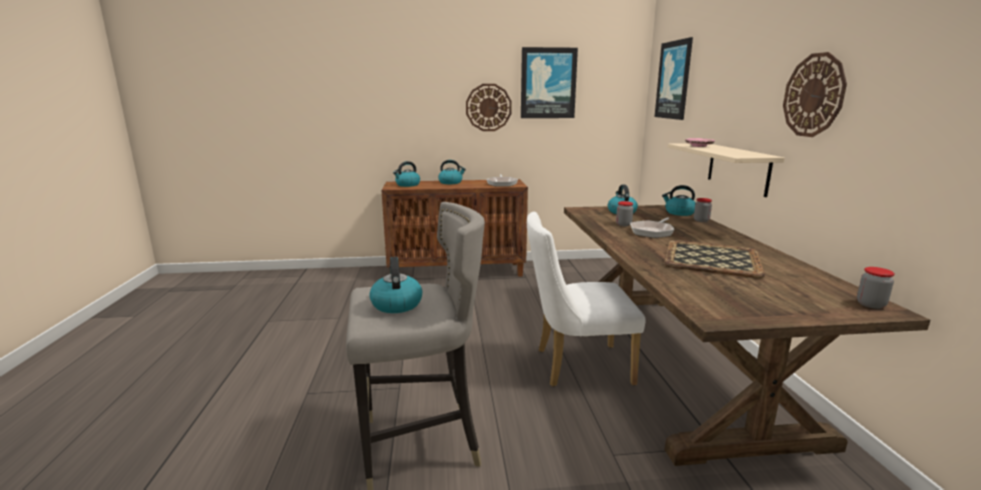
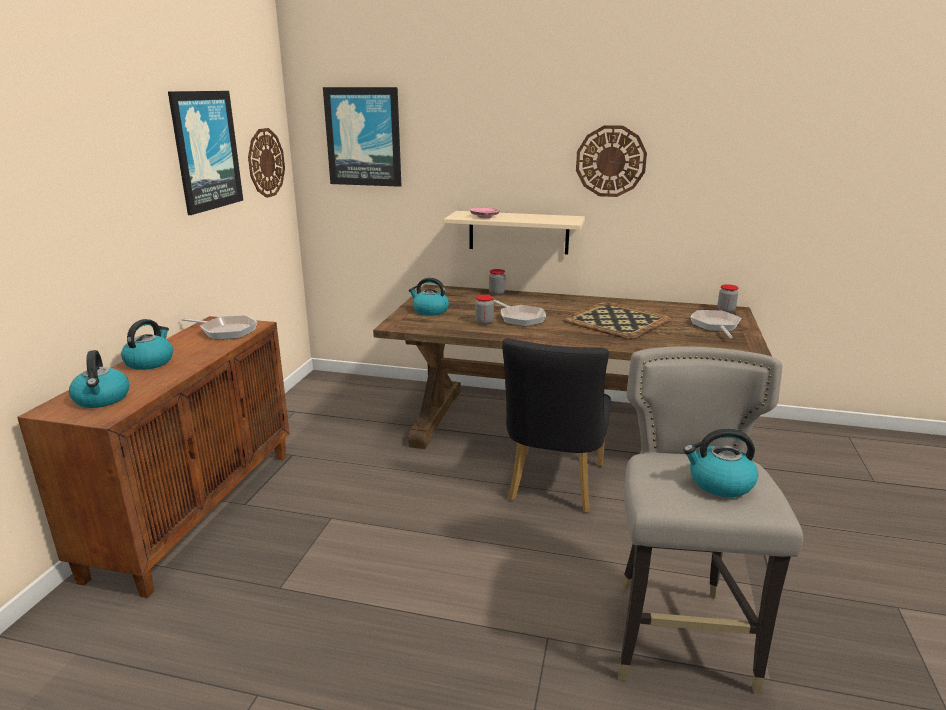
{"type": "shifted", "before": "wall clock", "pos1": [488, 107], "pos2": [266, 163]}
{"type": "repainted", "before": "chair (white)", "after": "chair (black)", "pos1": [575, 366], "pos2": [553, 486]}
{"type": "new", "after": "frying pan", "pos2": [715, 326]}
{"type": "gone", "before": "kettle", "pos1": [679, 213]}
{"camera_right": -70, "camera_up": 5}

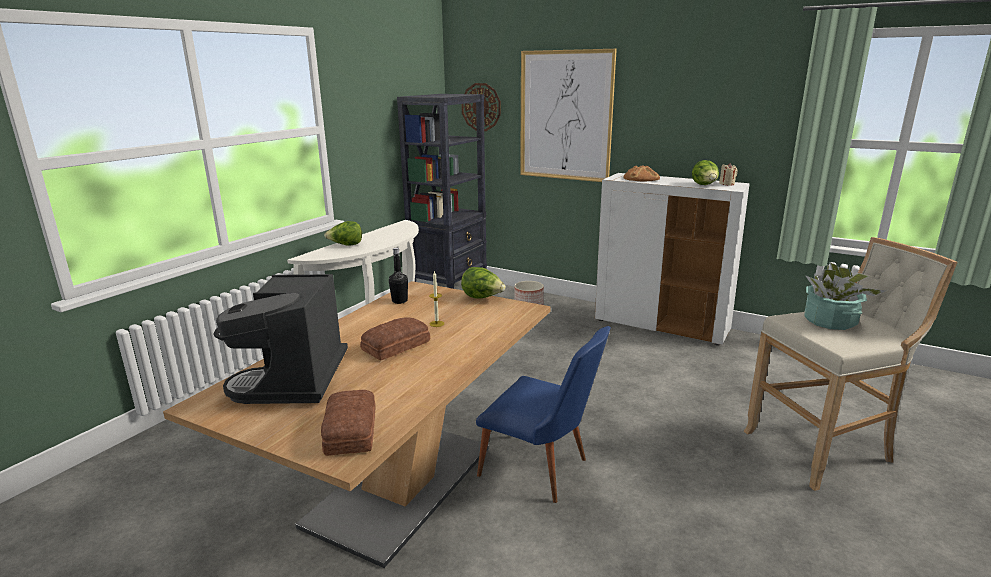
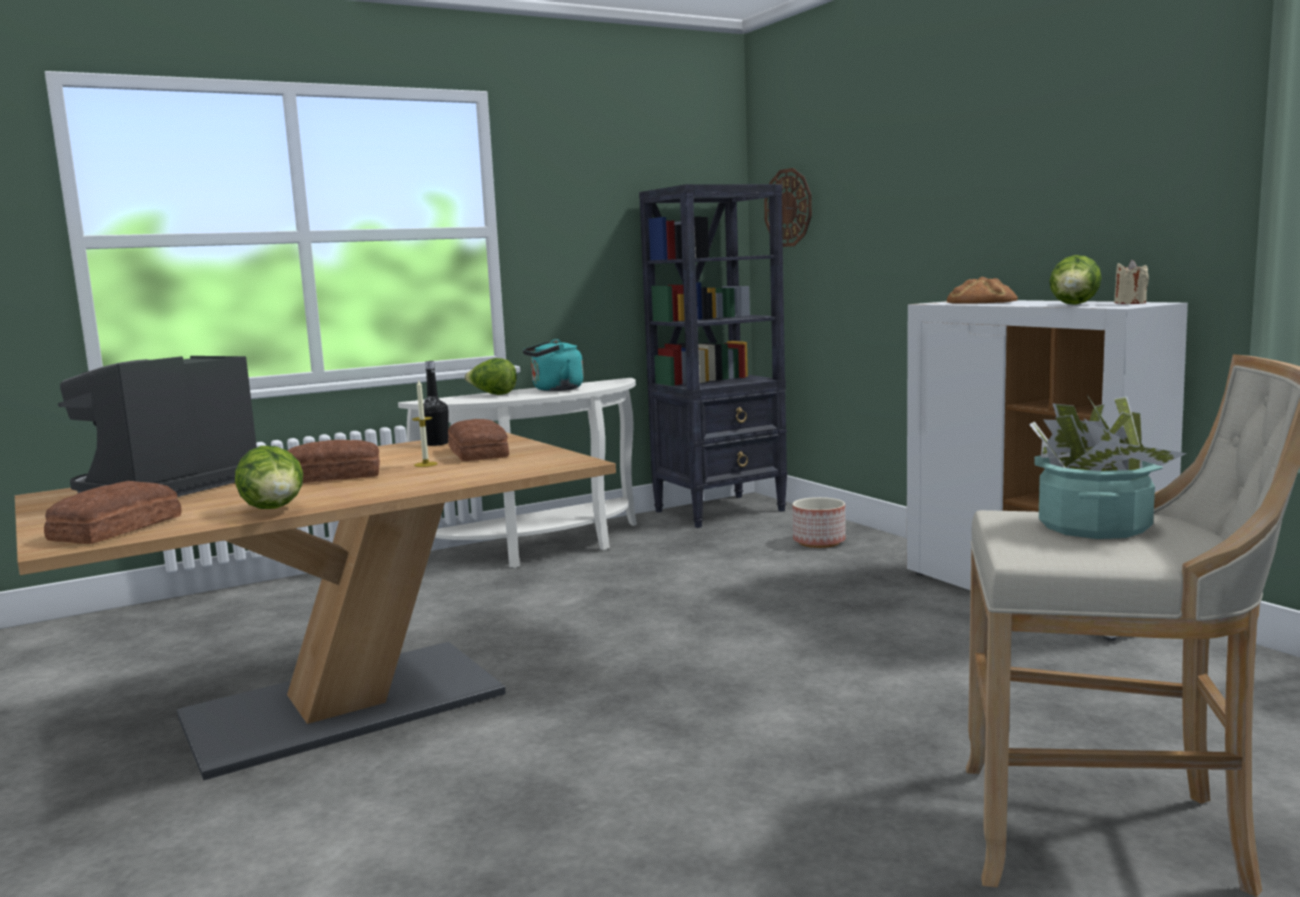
{"type": "shifted", "before": "lettuce", "pos1": [482, 298], "pos2": [275, 510]}
{"type": "new", "after": "bread", "pos2": [479, 452]}
{"type": "new", "after": "kettle (turquoise)", "pos2": [554, 389]}
{"type": "gone", "before": "chair (blue)", "pos1": [542, 471]}
{"type": "gone", "before": "picture", "pos1": [565, 116]}
{"camera_right": 30, "camera_up": -10}

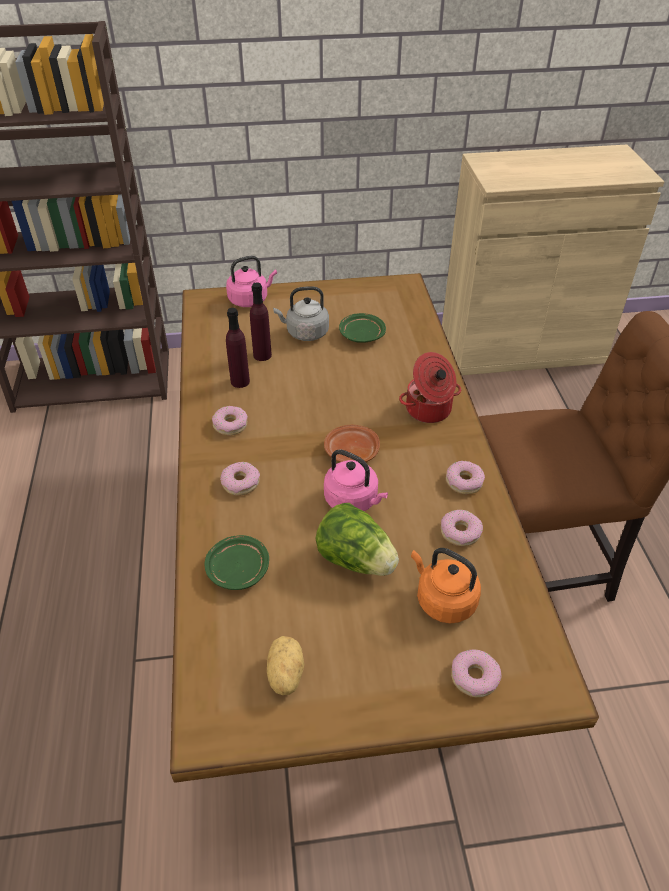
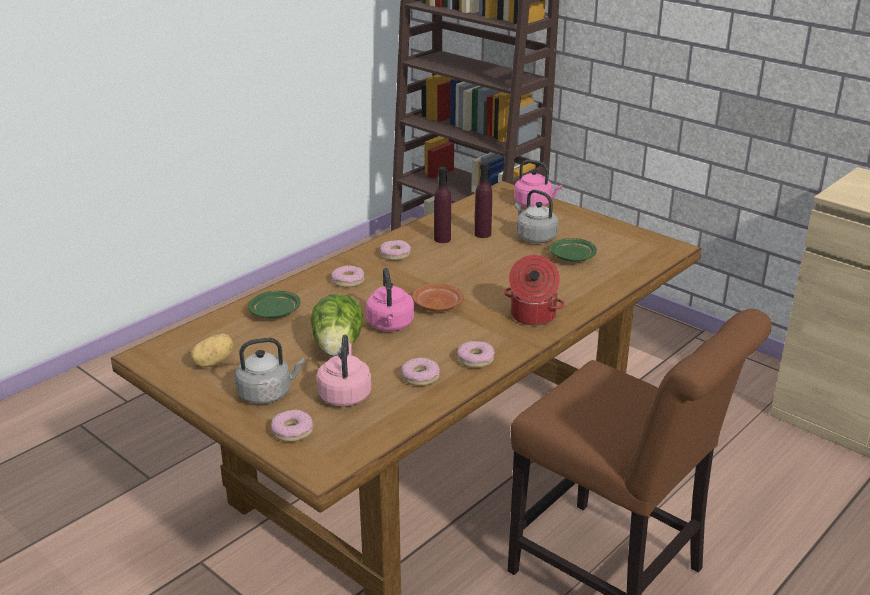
{"type": "new", "after": "kettle (grey)", "pos2": [268, 393]}
{"type": "repainted", "before": "kettle (orange)", "after": "kettle (pink)", "pos1": [443, 600], "pos2": [345, 394]}
{"camera_right": 50, "camera_up": -15}

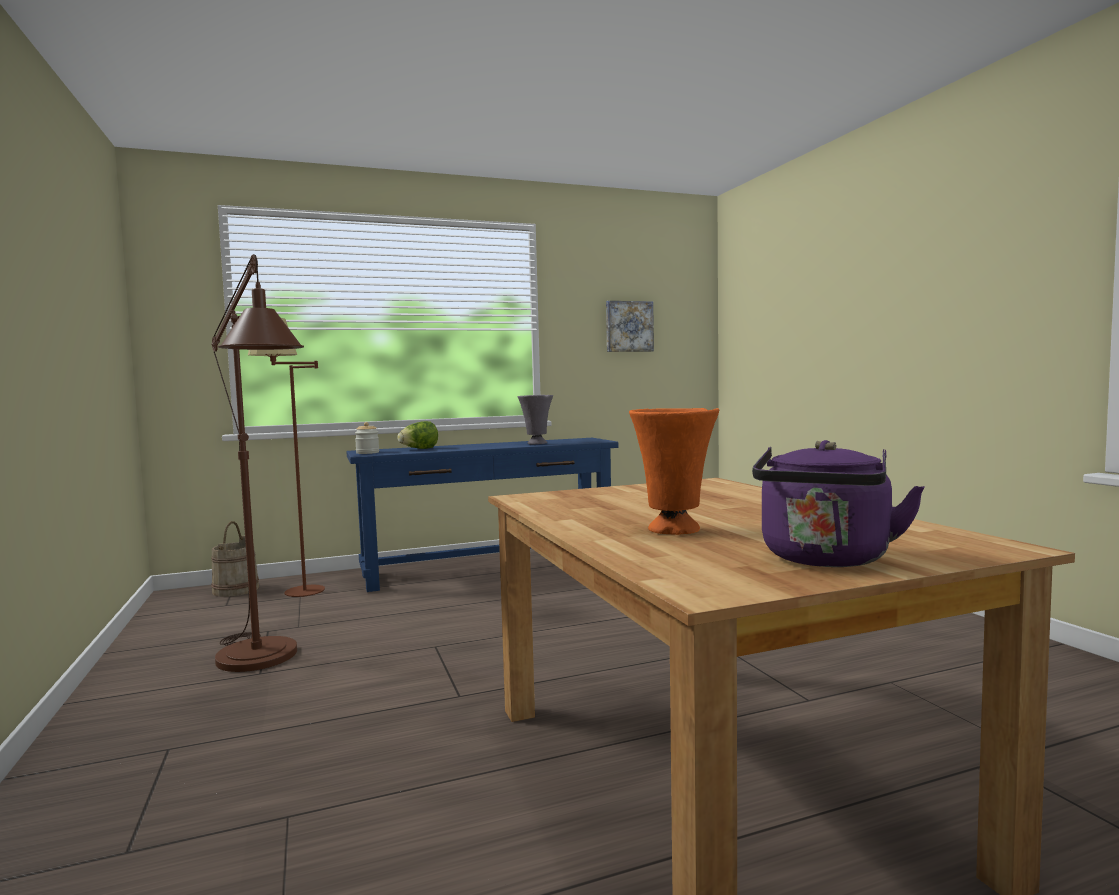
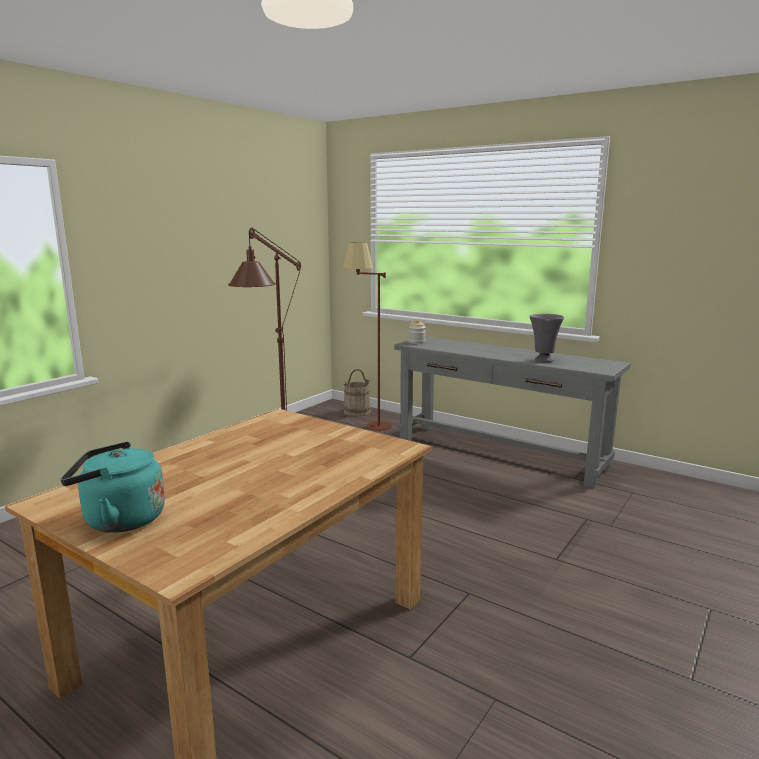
{"type": "repainted", "before": "kettle (purple)", "after": "kettle (turquoise)", "pos1": [825, 560], "pos2": [119, 520]}
{"type": "repainted", "before": "console table (blue)", "after": "console table (grey)", "pos1": [489, 568], "pos2": [499, 453]}
{"type": "gone", "before": "lettuce", "pos1": [419, 449]}
{"type": "gone", "before": "picture", "pos1": [628, 326]}
{"type": "gone", "before": "vase (orange)", "pos1": [675, 530]}
{"camera_right": 55, "camera_up": 10}

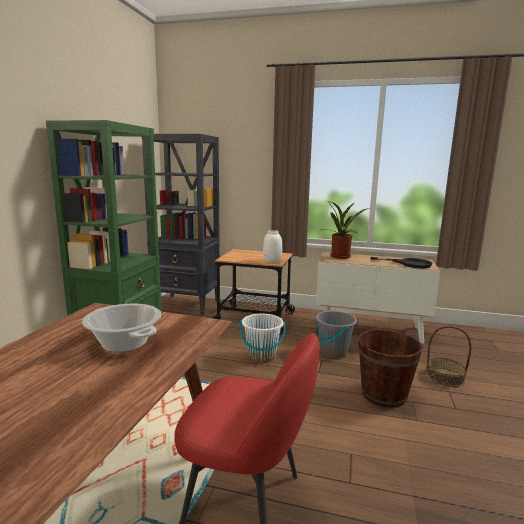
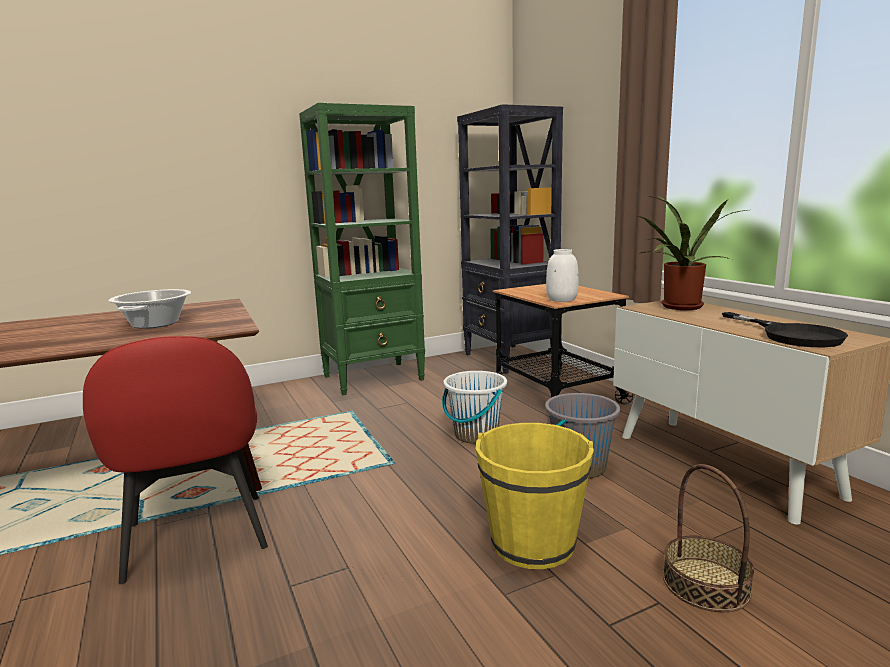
{"type": "repainted", "before": "bucket (brown)", "after": "bucket (yellow)", "pos1": [384, 394], "pos2": [533, 543]}
{"camera_right": 50, "camera_up": 0}

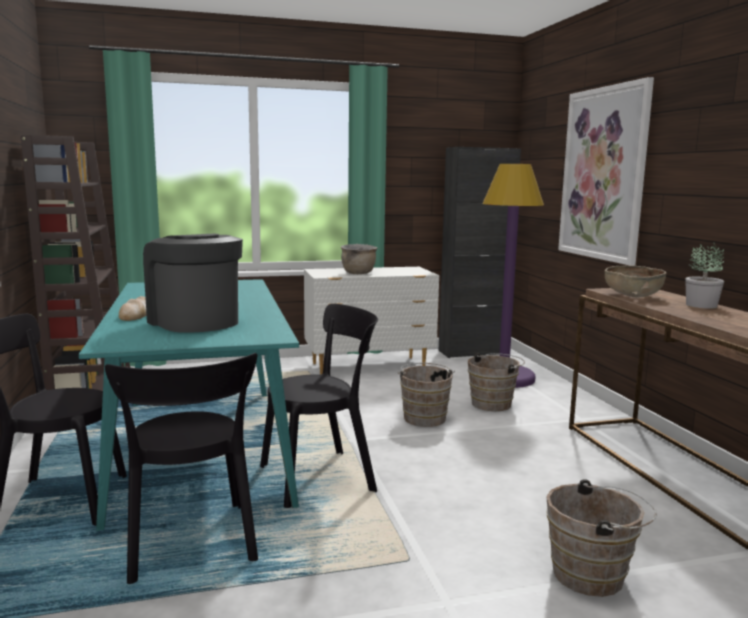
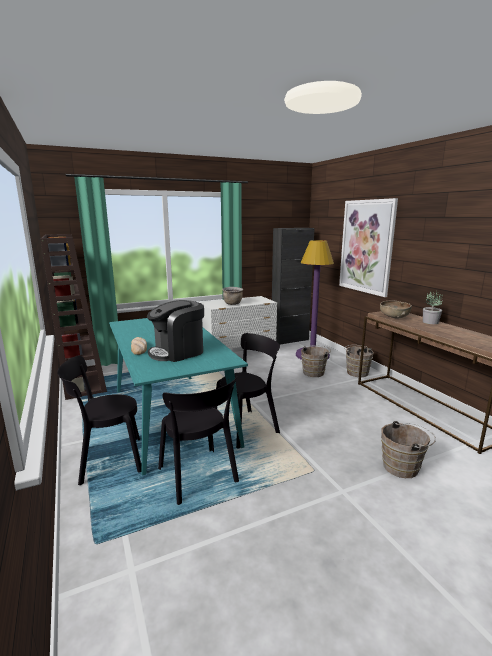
{"type": "rotated", "before": "coffee machine", "pos1": [194, 321], "pos2": [178, 352], "turn": -75}
{"type": "shifted", "before": "bucket (brown)", "pos1": [424, 417], "pos2": [356, 372]}
{"camera_right": -10, "camera_up": 5}

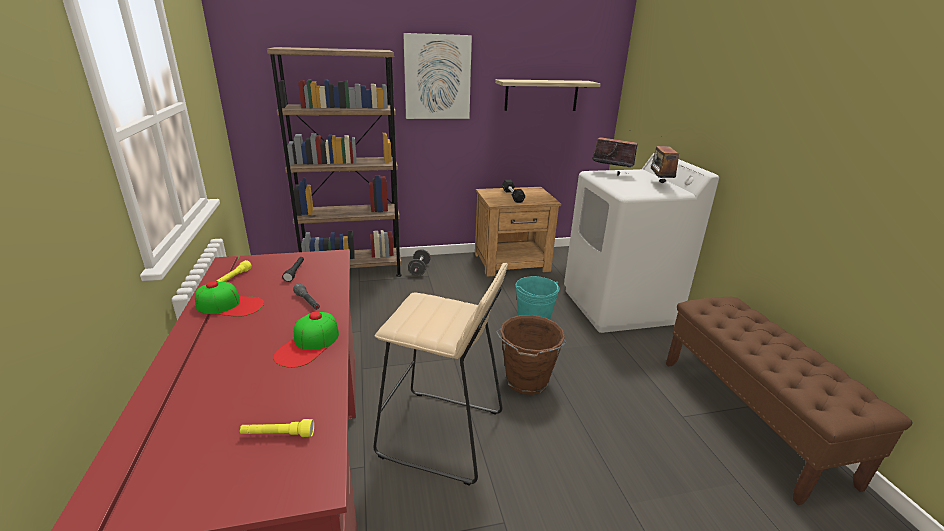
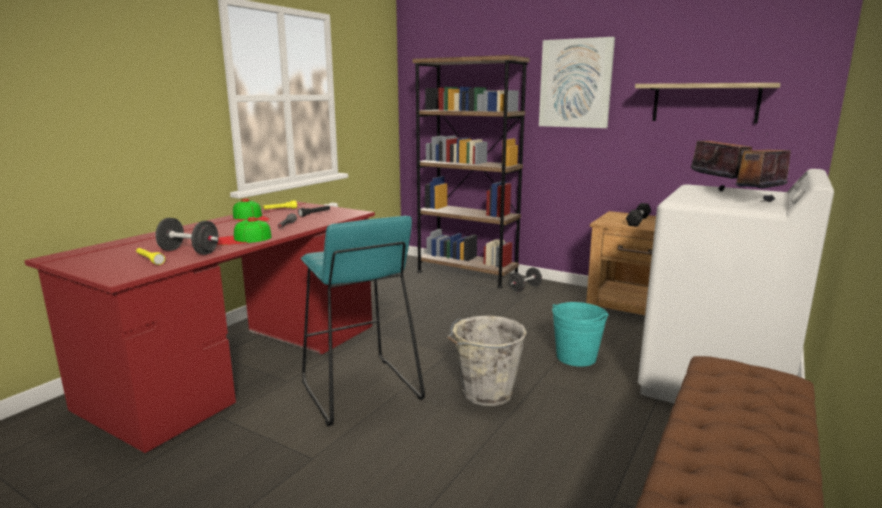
{"type": "new", "after": "dumbbell (black)", "pos2": [189, 252]}
{"type": "repainted", "before": "stool (beige)", "after": "stool (turquoise)", "pos1": [442, 435], "pos2": [359, 391]}
{"type": "repainted", "before": "bucket (brown)", "after": "bucket (grey)", "pos1": [526, 382], "pos2": [485, 393]}
{"camera_right": 45, "camera_up": -10}

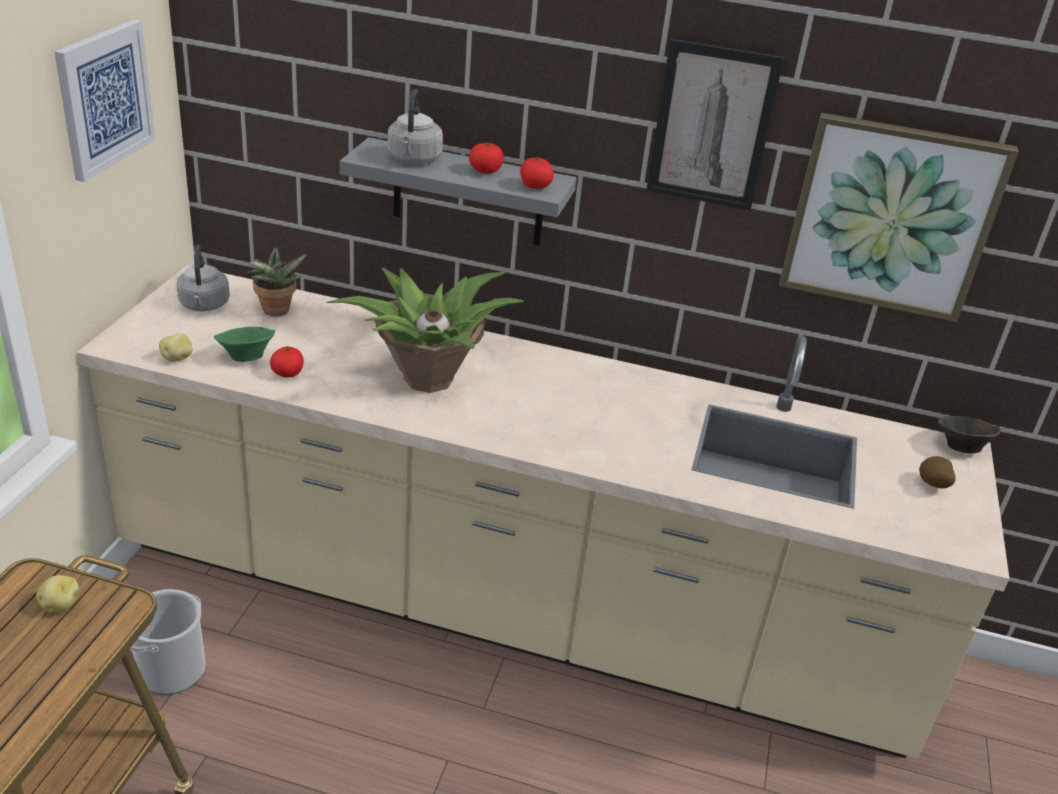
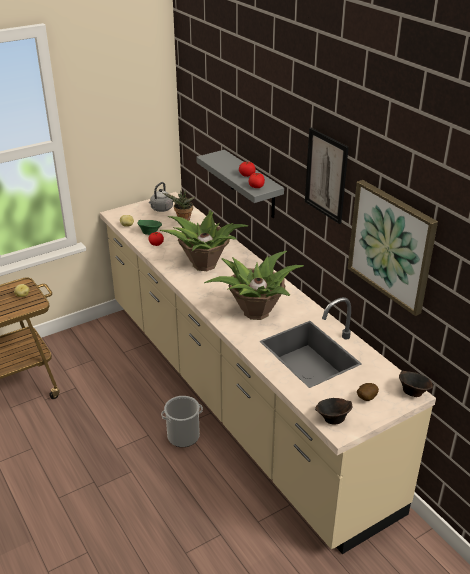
{"type": "shifted", "before": "bucket", "pos1": [172, 670], "pos2": [183, 436]}
{"type": "new", "after": "potted plant", "pos2": [255, 312]}
{"type": "new", "after": "bowl (brown)", "pos2": [332, 419]}
{"type": "gone", "before": "picture", "pos1": [104, 98]}
{"type": "gone", "before": "kettle (grey)", "pos1": [414, 160]}
{"camera_right": 45, "camera_up": 0}

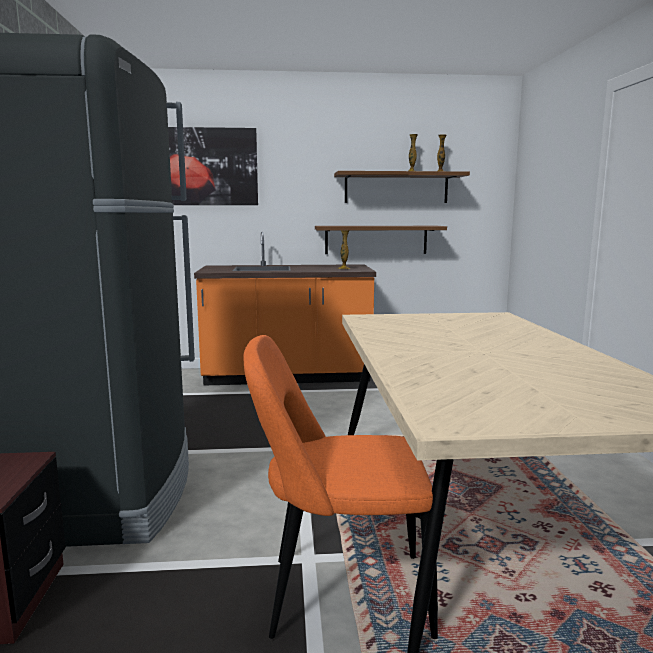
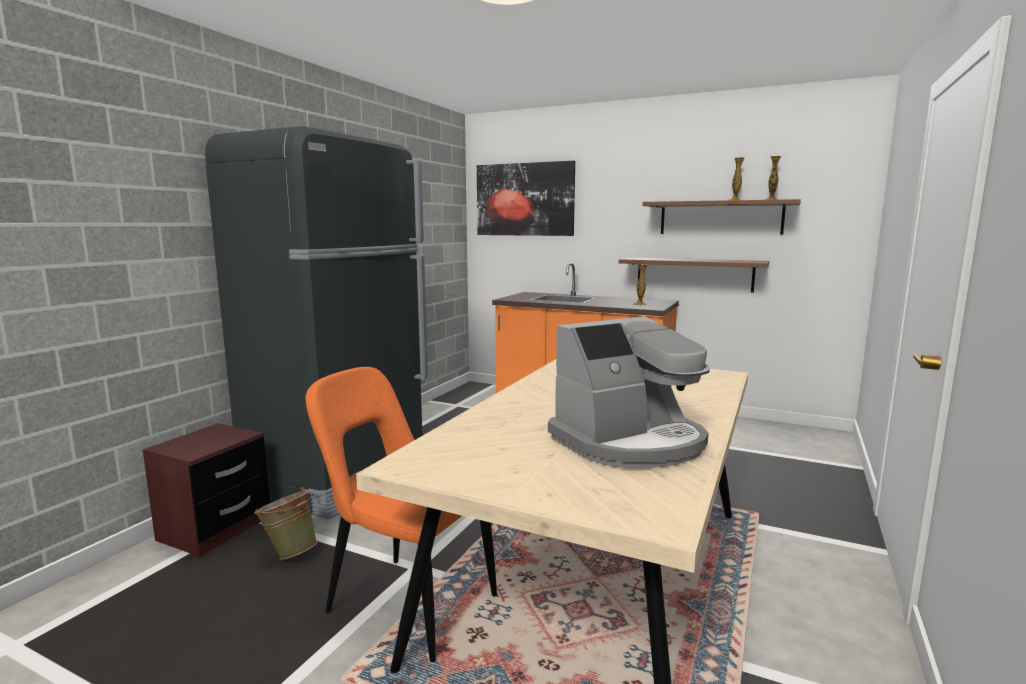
{"type": "new", "after": "bucket (green)", "pos2": [290, 552]}
{"type": "new", "after": "coffee machine", "pos2": [630, 442]}
{"camera_right": 30, "camera_up": 0}

